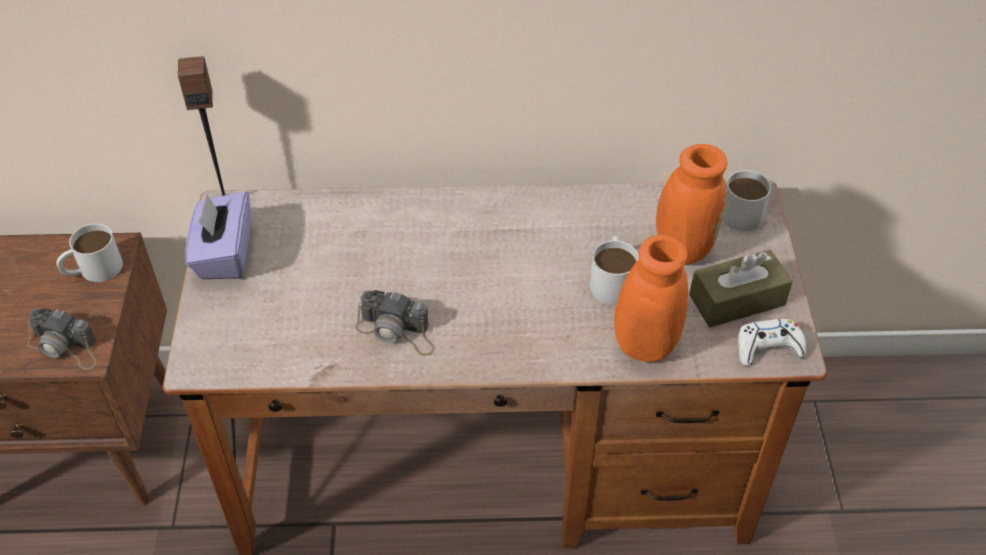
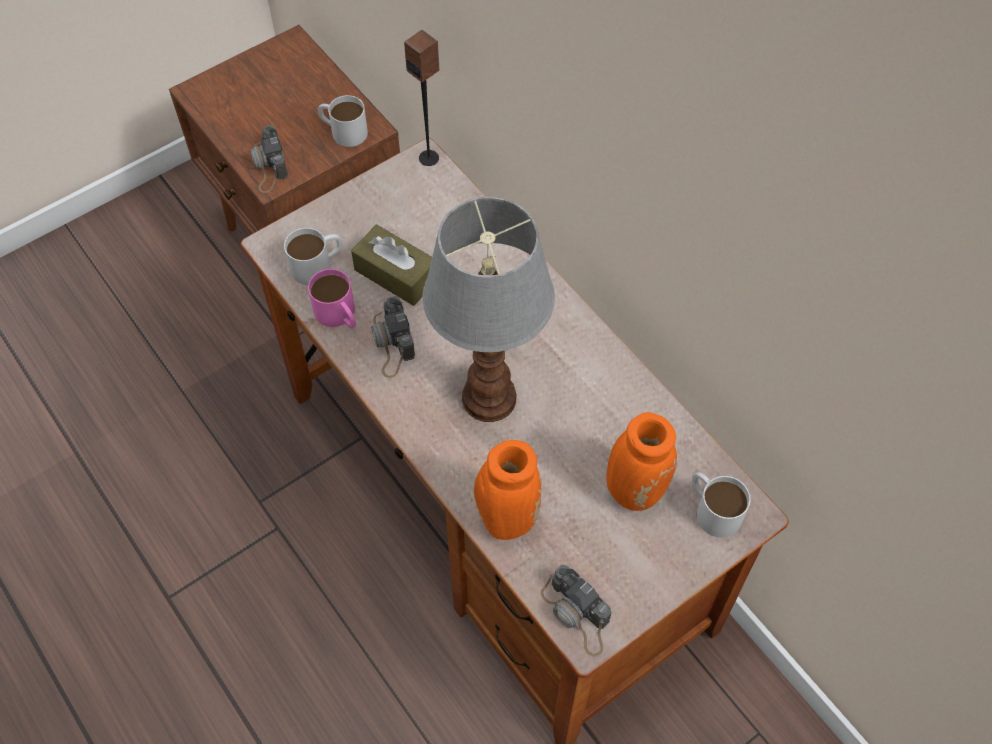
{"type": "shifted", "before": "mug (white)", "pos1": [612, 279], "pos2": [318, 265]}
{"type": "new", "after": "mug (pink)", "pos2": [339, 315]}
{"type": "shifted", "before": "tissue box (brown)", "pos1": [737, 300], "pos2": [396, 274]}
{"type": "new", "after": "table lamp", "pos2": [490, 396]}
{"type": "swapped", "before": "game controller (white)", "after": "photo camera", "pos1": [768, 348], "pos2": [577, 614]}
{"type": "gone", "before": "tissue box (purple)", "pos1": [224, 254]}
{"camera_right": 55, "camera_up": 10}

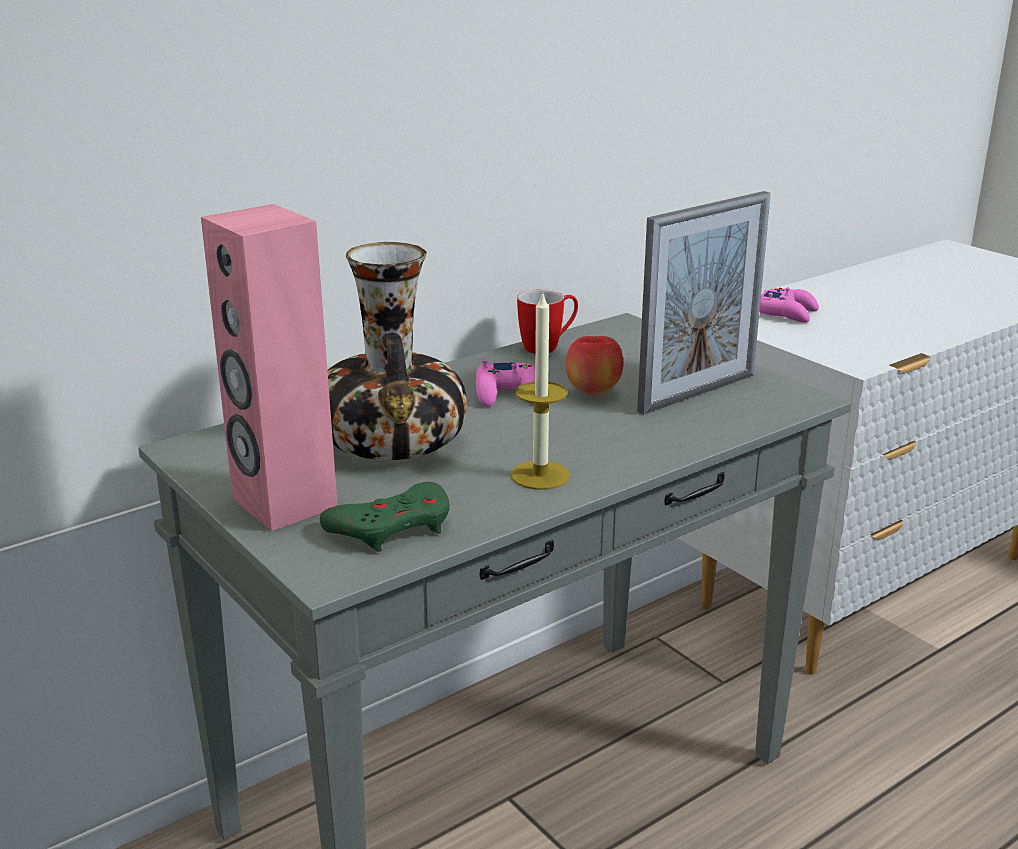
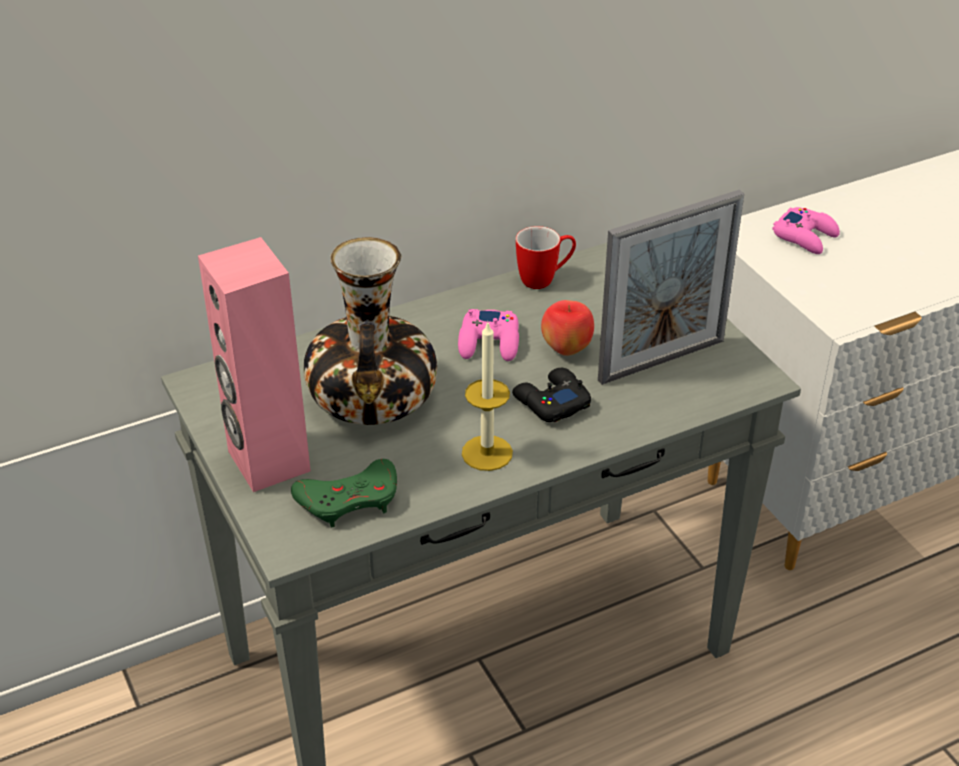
{"type": "new", "after": "game controller (black)", "pos2": [551, 402]}
{"camera_right": 10, "camera_up": 15}

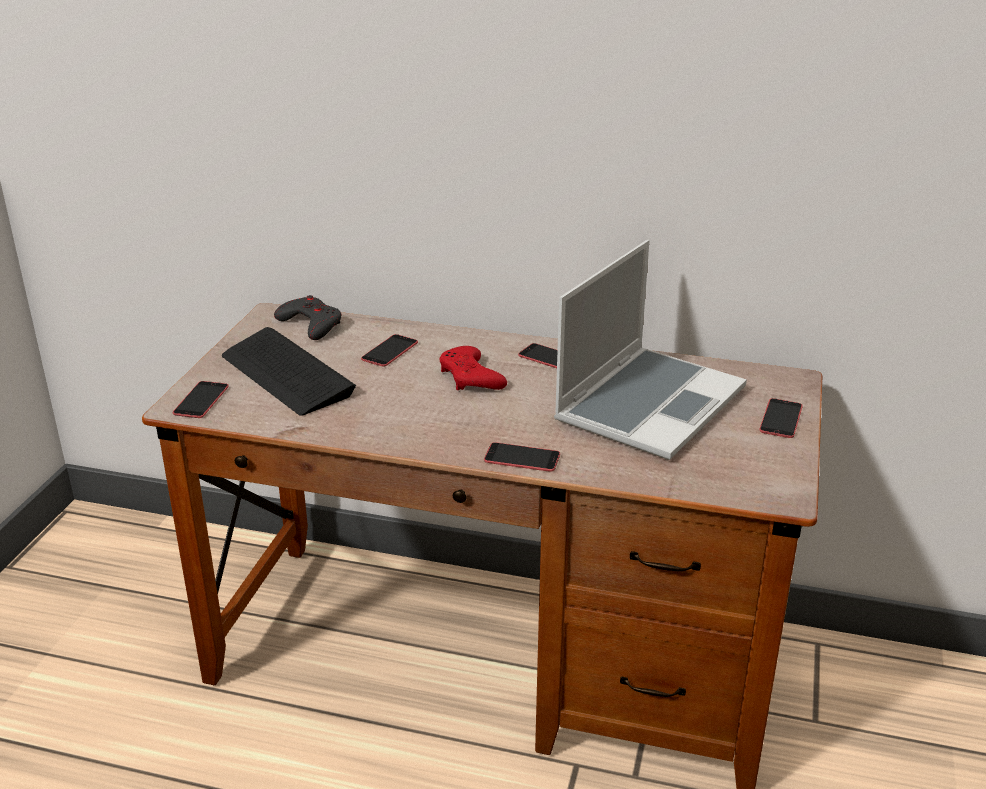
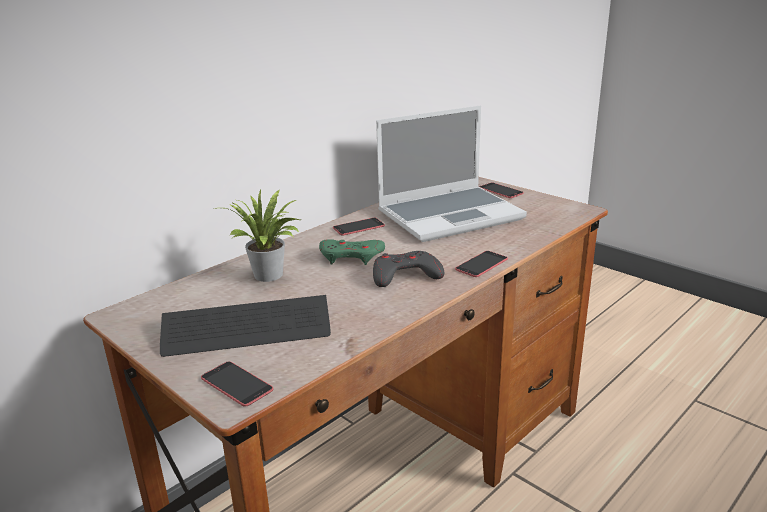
{"type": "swapped", "before": "phone", "after": "potted plant", "pos1": [389, 351], "pos2": [270, 276]}
{"type": "repainted", "before": "game controller (red)", "after": "game controller (green)", "pos1": [470, 377], "pos2": [351, 256]}
{"type": "shifted", "before": "game controller (grey)", "pos1": [311, 324], "pos2": [405, 275]}
{"type": "rotated", "before": "laptop", "pos1": [649, 403], "pos2": [450, 215], "turn": 90}
{"camera_right": -60, "camera_up": -5}

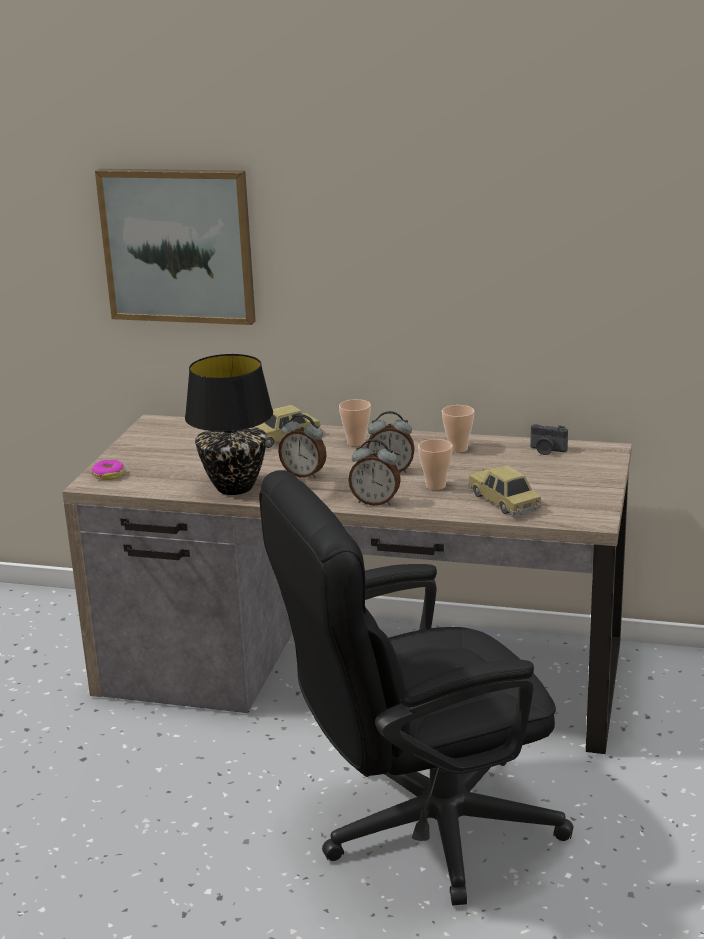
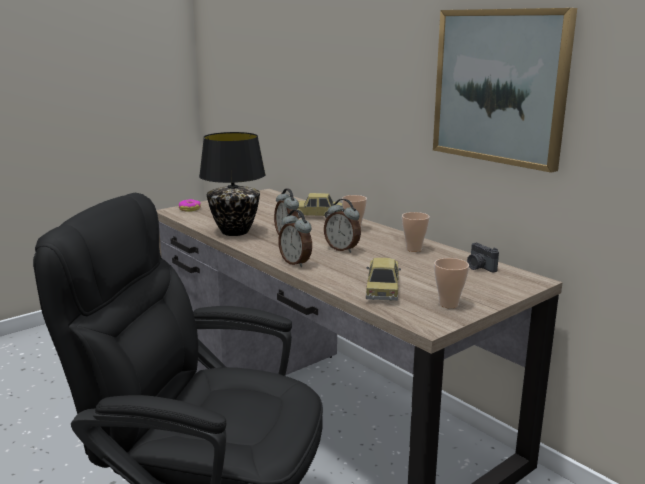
{"type": "shifted", "before": "picture", "pos1": [178, 245], "pos2": [500, 86]}
{"type": "shifted", "before": "cup", "pos1": [435, 486], "pos2": [448, 304]}
{"camera_right": 35, "camera_up": -5}

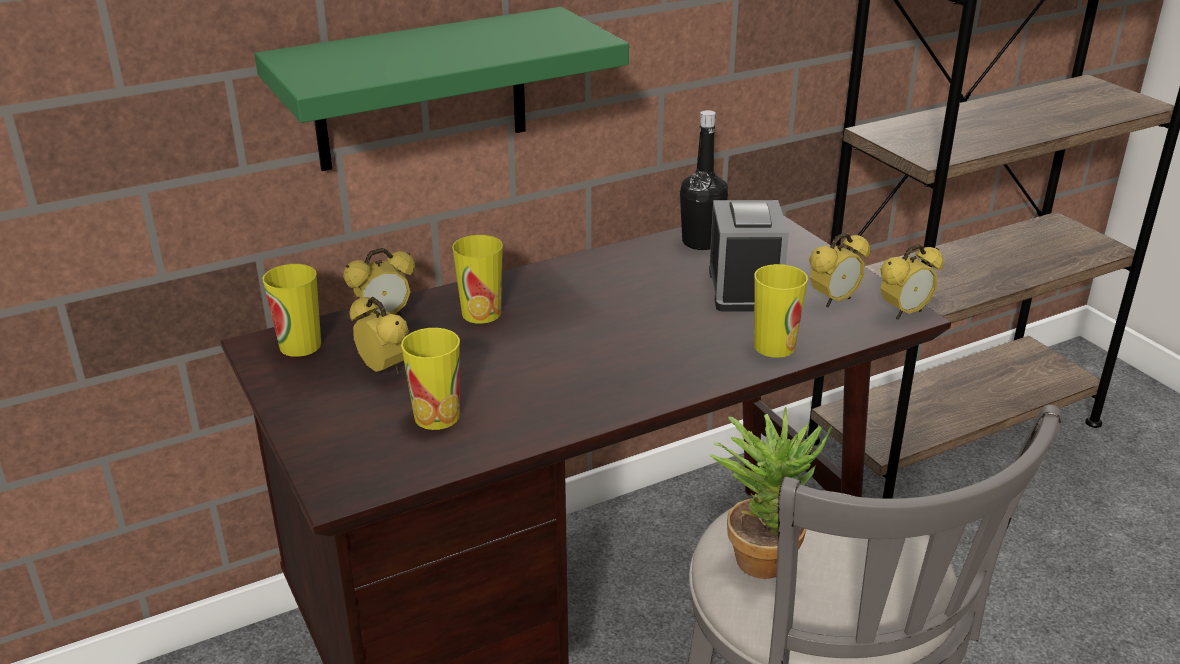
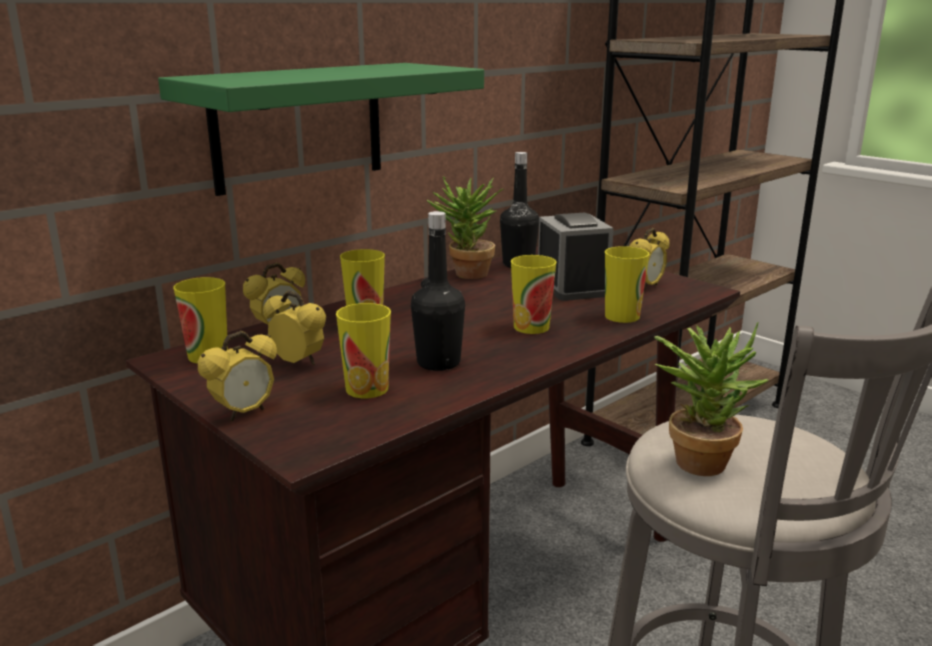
{"type": "shifted", "before": "alarm clock", "pos1": [904, 313], "pos2": [244, 413]}
{"type": "new", "after": "bottle (black)", "pos2": [438, 363]}
{"type": "new", "after": "potted plant", "pos2": [466, 275]}
{"type": "new", "after": "cup", "pos2": [531, 327]}
{"camera_right": -15, "camera_up": -10}

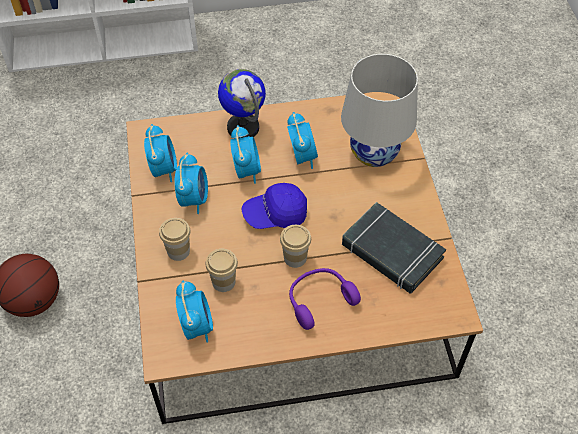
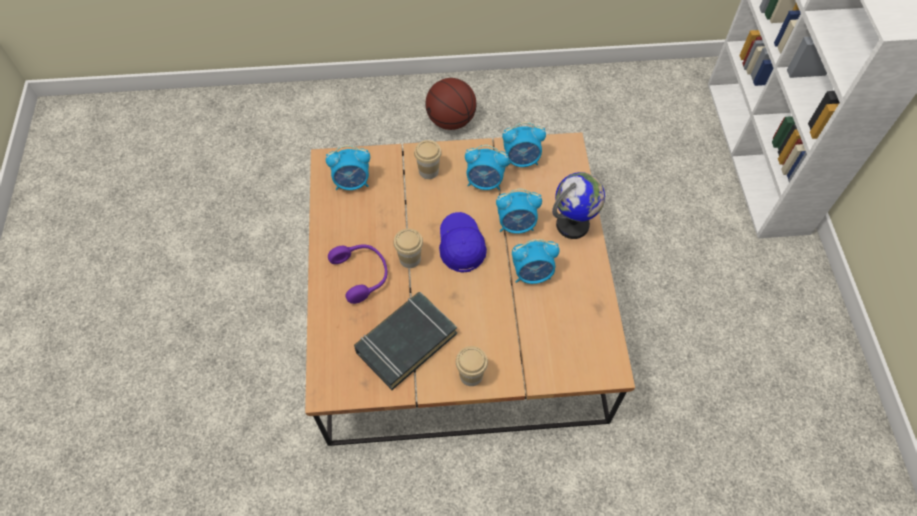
{"type": "shifted", "before": "cup", "pos1": [223, 282], "pos2": [471, 375]}
{"type": "gone", "before": "table lamp (white)", "pos1": [374, 152]}
{"camera_right": 95, "camera_up": 5}

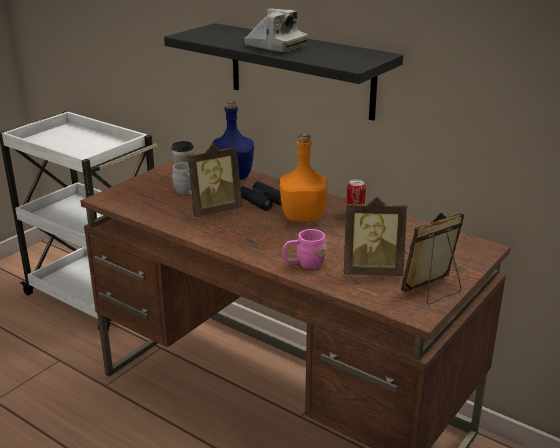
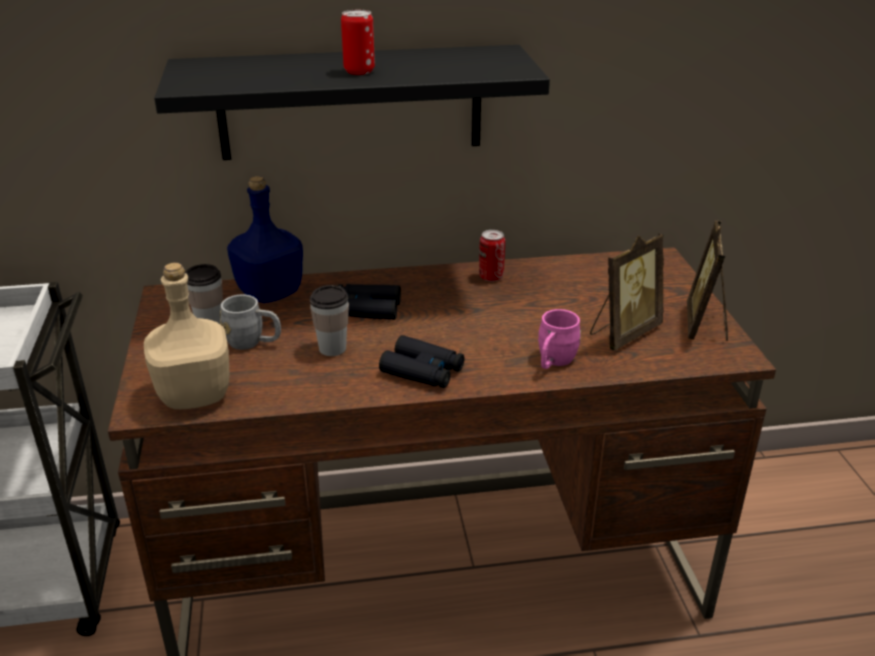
{"type": "new", "after": "bottle (beige)", "pos2": [195, 396]}
{"type": "swapped", "before": "picture frame", "after": "cup", "pos1": [214, 210], "pos2": [332, 348]}
{"type": "swapped", "before": "photo camera", "after": "can", "pos1": [275, 46], "pos2": [359, 71]}
{"type": "new", "after": "binoculars (black)", "pos2": [422, 371]}
{"type": "gone", "before": "bottle (orange)", "pos1": [304, 216]}
{"camera_right": -45, "camera_up": 5}

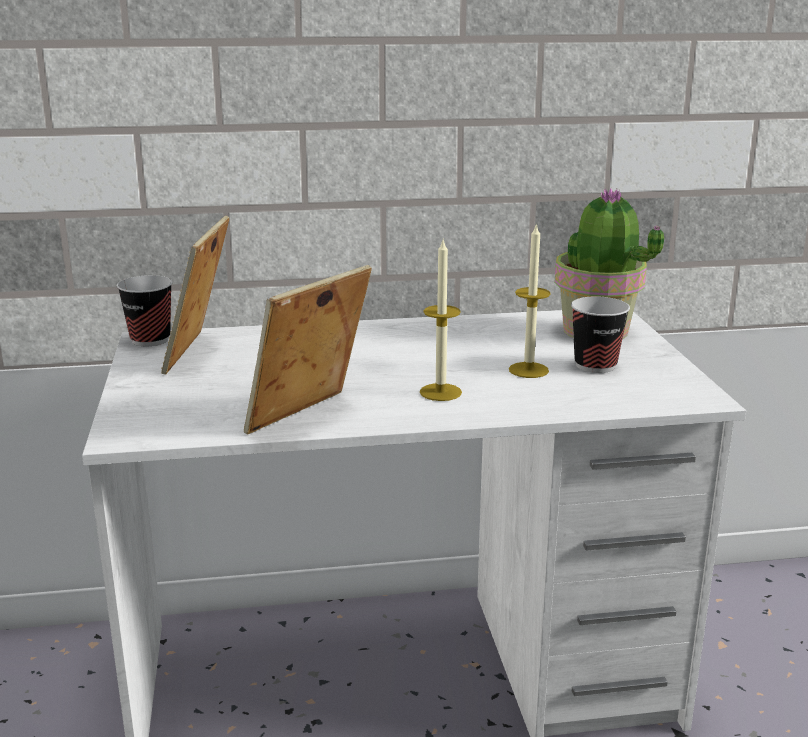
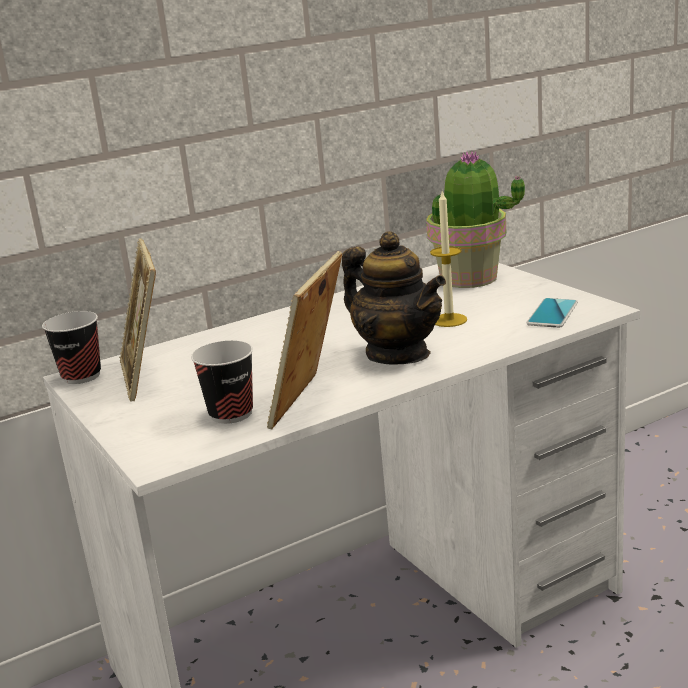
{"type": "shifted", "before": "cup", "pos1": [595, 365], "pos2": [231, 414]}
{"type": "swapped", "before": "candle", "after": "teapot", "pos1": [440, 392], "pos2": [398, 354]}
{"type": "new", "after": "phone", "pos2": [552, 314]}
{"camera_right": -20, "camera_up": 0}

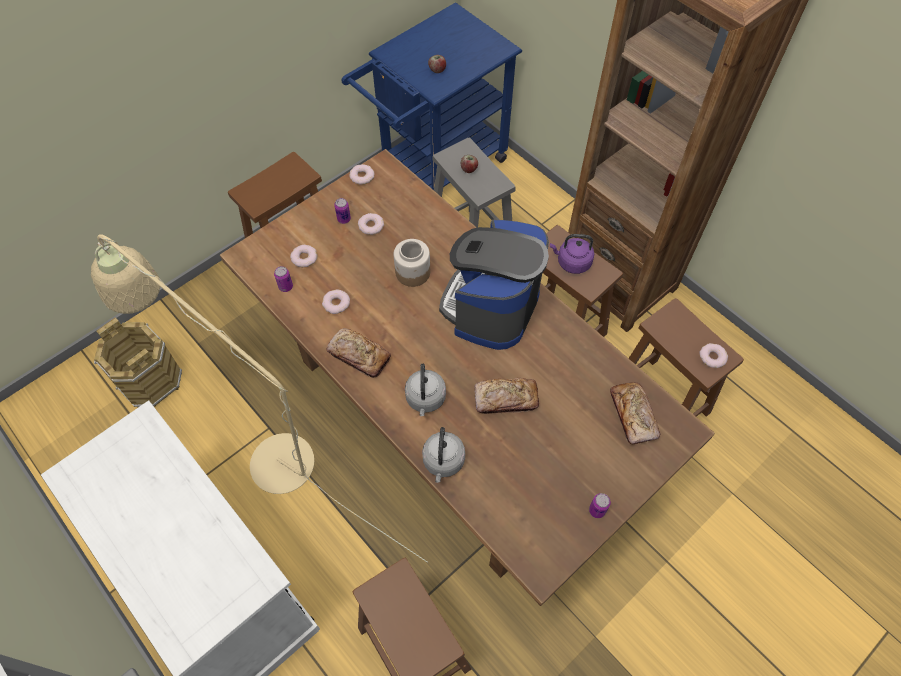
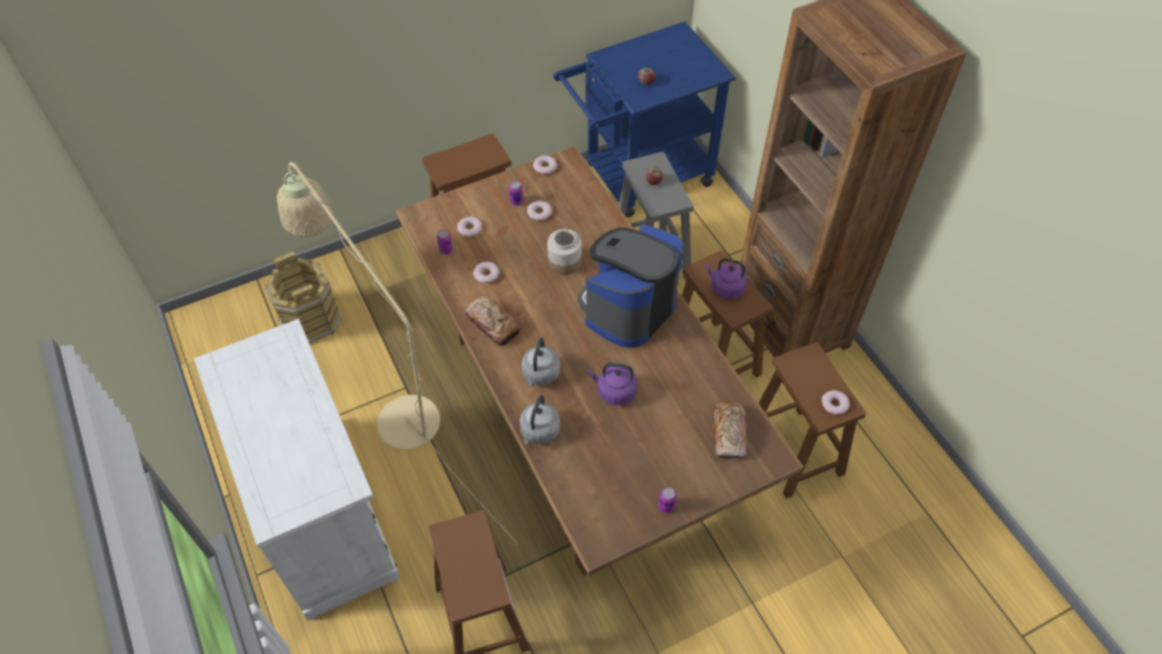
{"type": "swapped", "before": "bread", "after": "kettle (purple)", "pos1": [505, 399], "pos2": [614, 391]}
{"camera_right": 15, "camera_up": -5}

